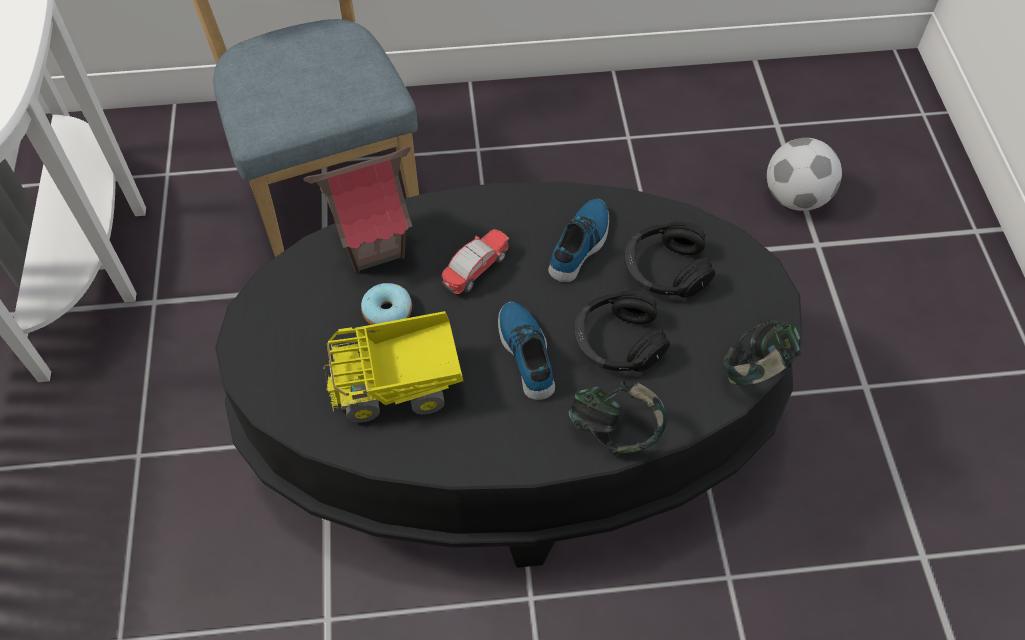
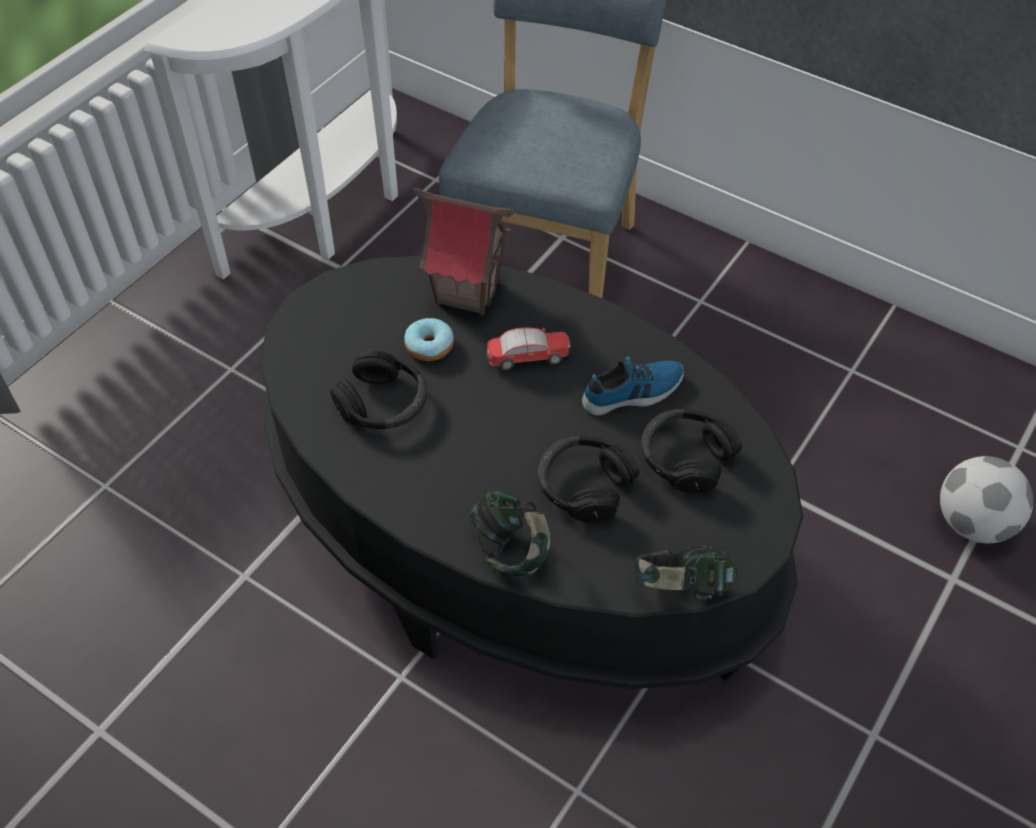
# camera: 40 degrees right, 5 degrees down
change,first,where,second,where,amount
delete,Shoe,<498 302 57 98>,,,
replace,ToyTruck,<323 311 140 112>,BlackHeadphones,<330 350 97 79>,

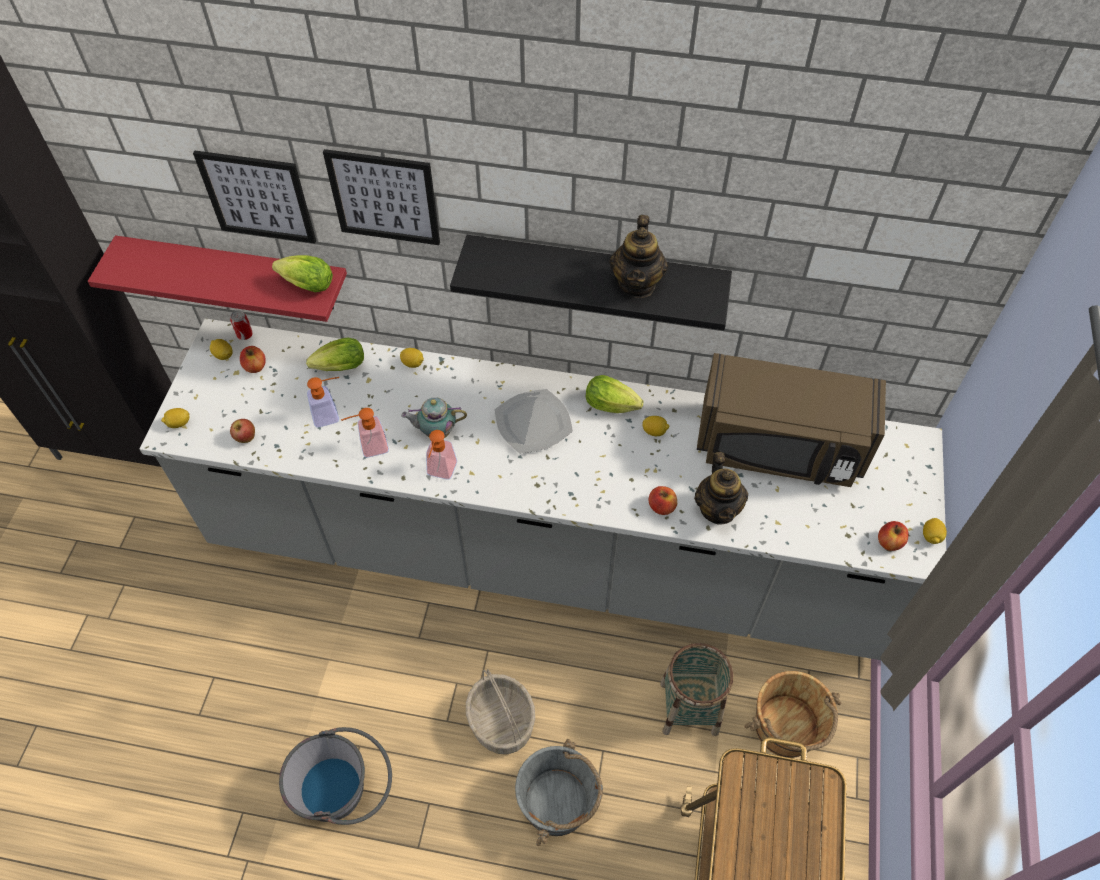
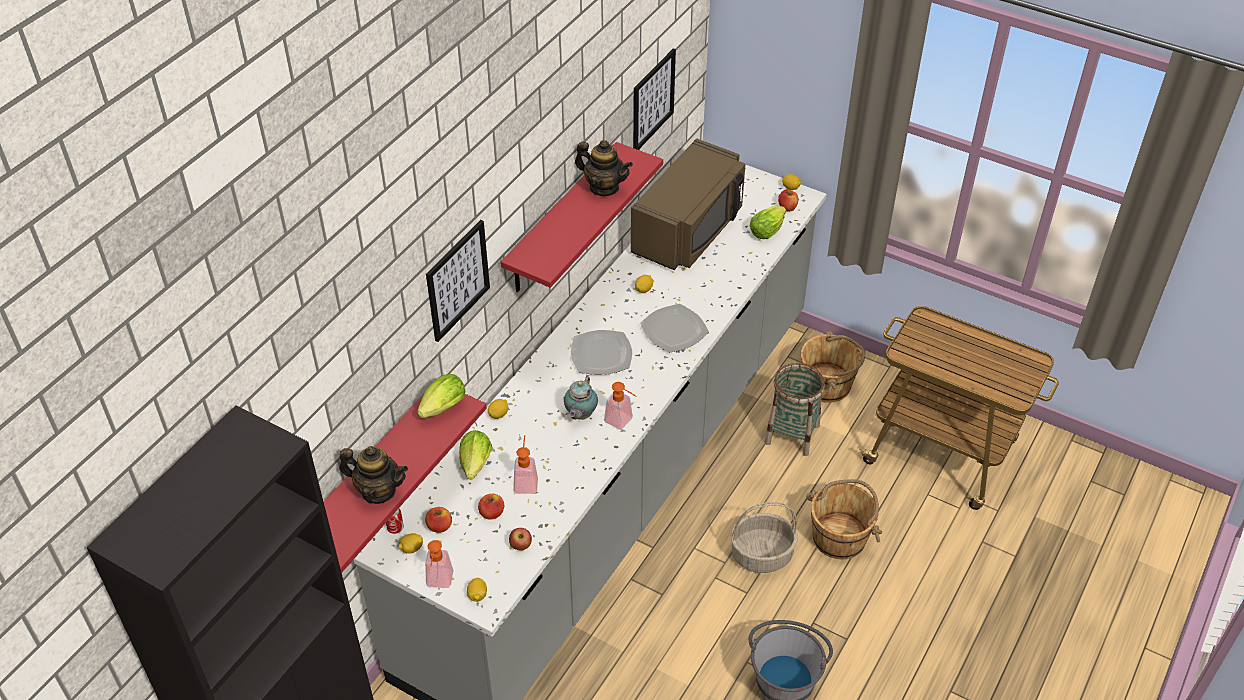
# camera: 70 degrees left, 10 degrees down
change,first,where,second,where,amount
insert,,,Plate,<640 304 69 49>,
move,Picture,<193 150 123 93>,,<633 48 43 102>,
move,SoapDispenser,<341 408 48 50>,,<425 540 28 48>,
move,Lettuce,<586 375 57 38>,,<750 206 36 33>,
move,Apple,<649 486 28 29>,,<478 494 26 26>,
move,Teapot,<694 452 54 73>,,<340 446 68 58>,
recolor,BlackShelf,<450 235 282 96>,RedShelf,<500 142 163 150>,
recolor,GreyBucket,<515 739 88 107>,BrownBucket,<806 479 76 80>,

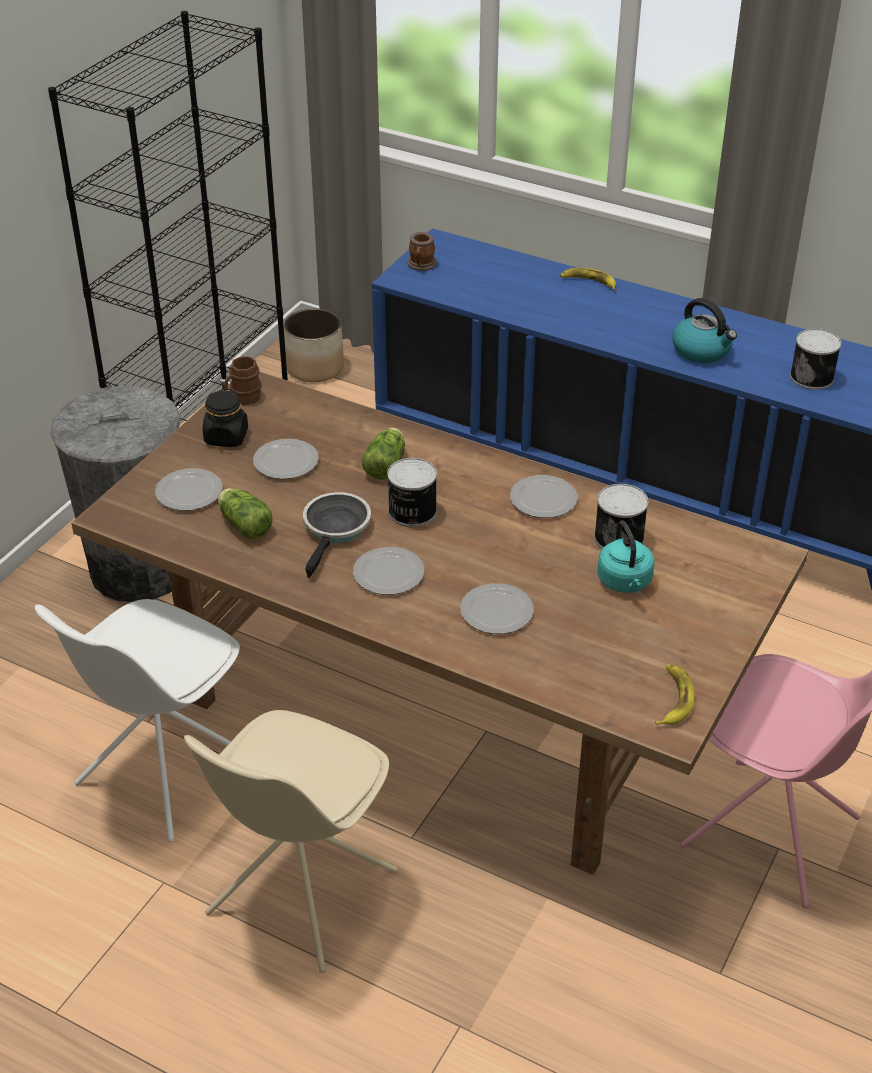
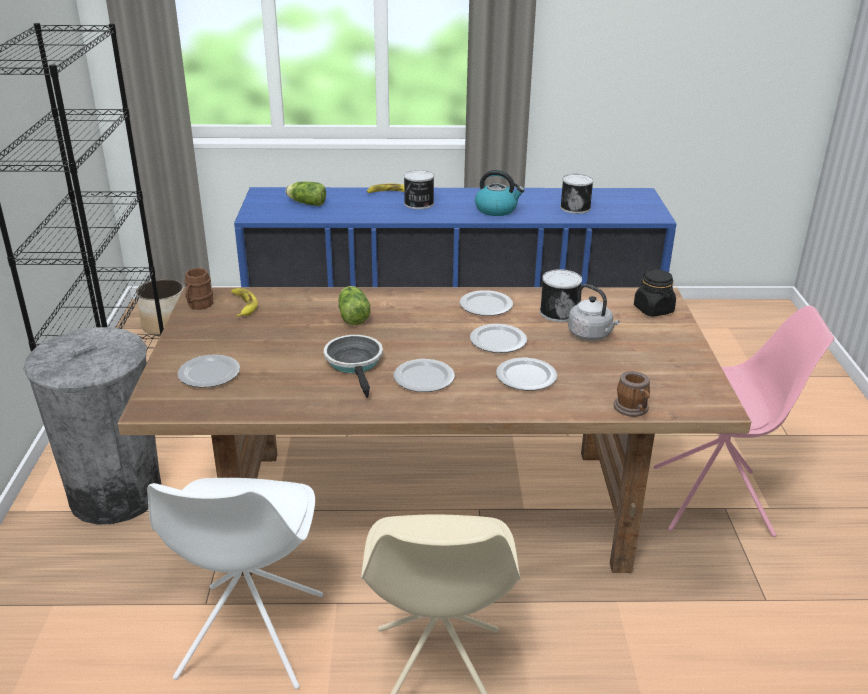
# camera: 30 degrees left, 10 degrees down
change,first,where,second,where,amount
move,BlackJar,<203 389 45 58>,,<634 269 42 48>,
move,Lettuce,<218 488 55 51>,,<286 181 40 25>,
move,Plate,<253 439 66 40>,,<470 324 57 29>,
move,Can,<387 458 50 69>,,<404 170 30 39>,
move,Mug,<407 232 30 39>,,<614 371 36 46>,
move,Banana,<655 664 40 61>,,<231 288 27 29>,
recolor,TurquoiseKettle,<597 521 58 72>,GreyKettle,<568 284 52 56>,

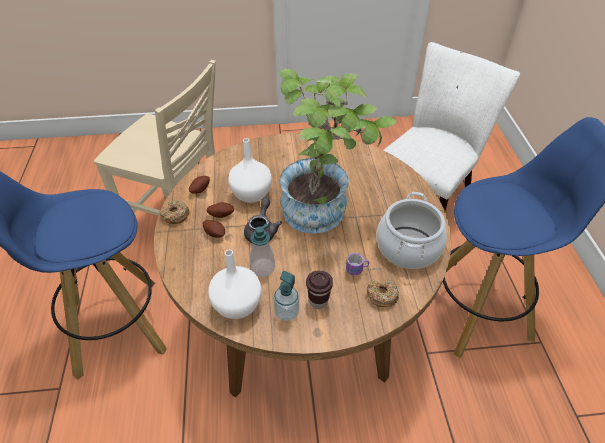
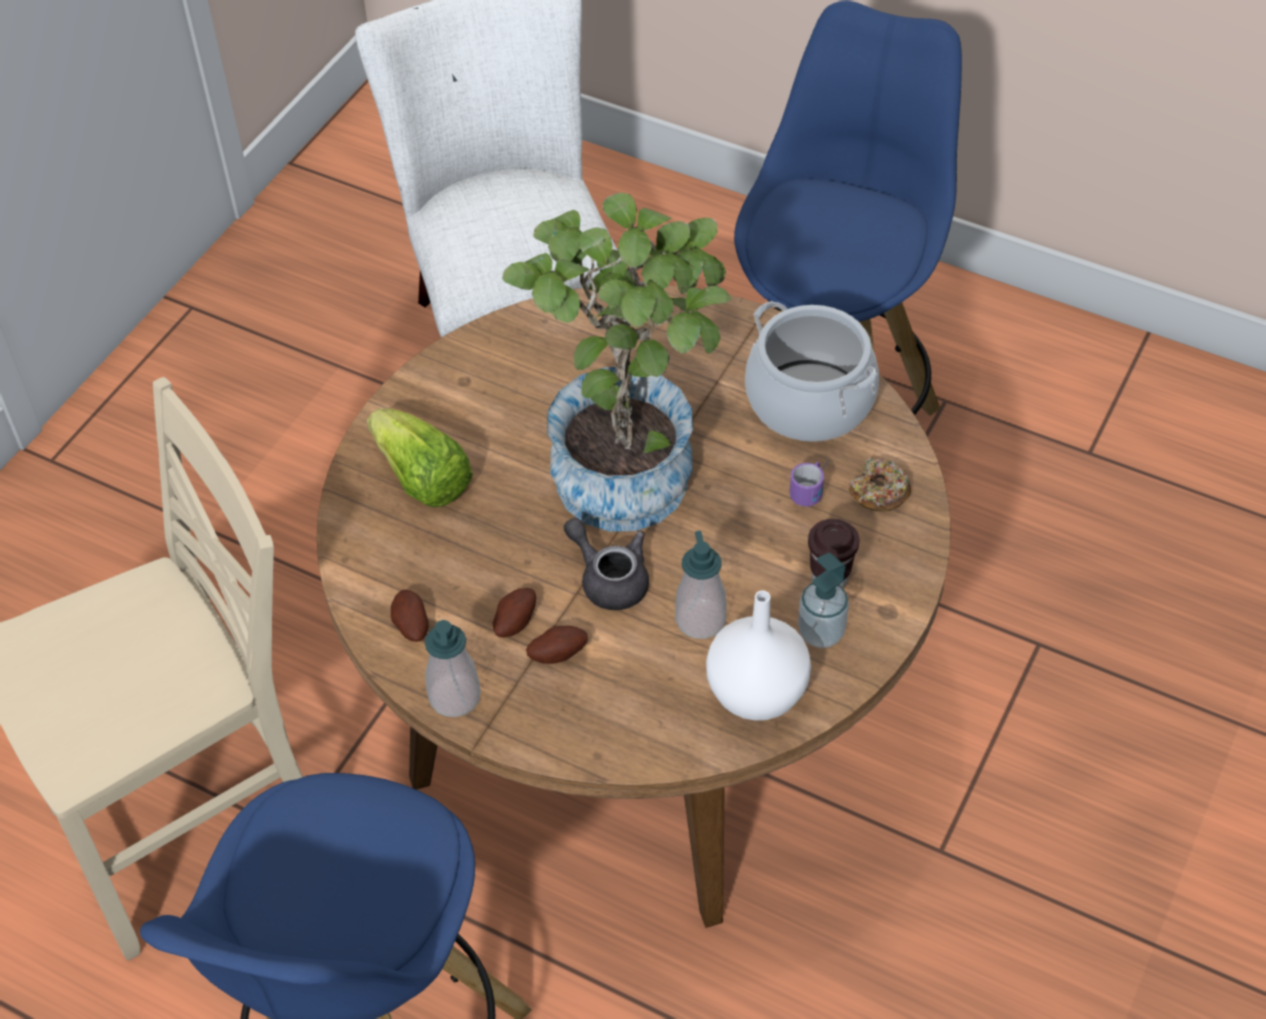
# camera: 55 degrees left, 5 degrees up
change,first,where,second,where,amount
delete,WhiteVase,<228 138 44 65>,,,
insert,,,Lettuce,<367 409 106 98>,
replace,Donut,<160 200 30 24>,SoapDispenser,<425 620 56 97>,

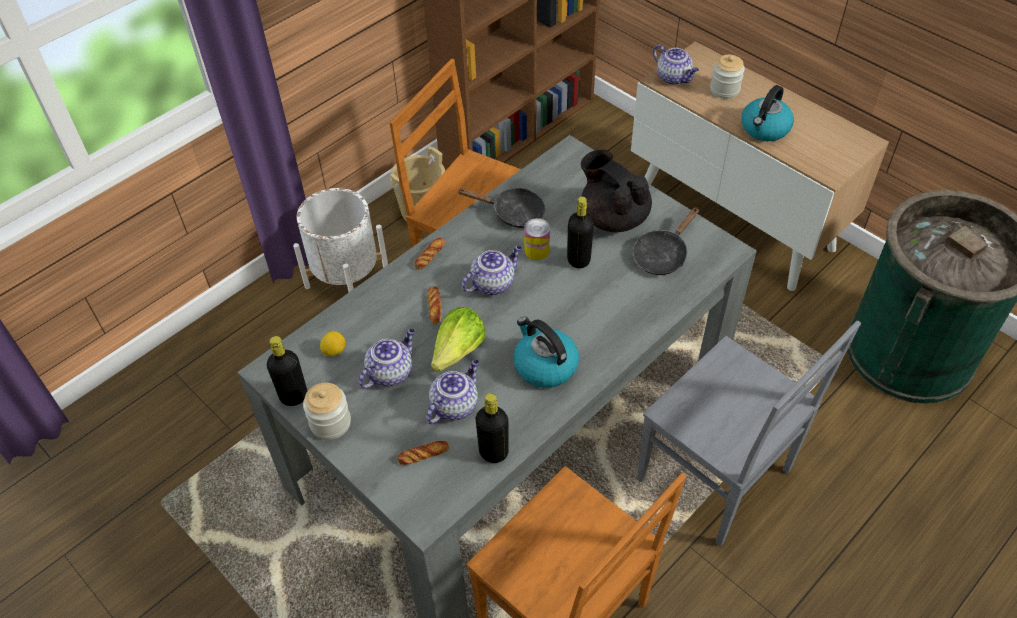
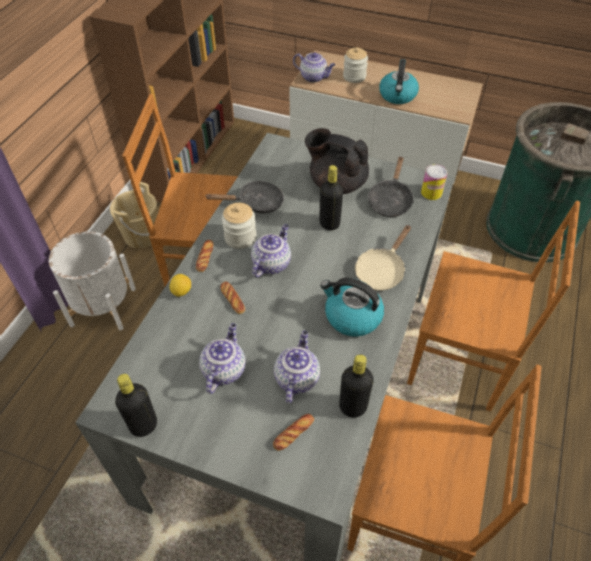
# camera: 25 degrees left, 0 degrees up
change,first,where,second,where,amount
delete,Lettuce,<431 307 55 65>,,,
insert,,,BeigeFryingPan,<355 225 56 66>,
move,Jar,<303 383 48 57>,,<222 203 34 46>,
move,Lemon,<320 331 26 25>,,<169 274 22 23>,
move,Can,<524 218 26 42>,,<421 164 26 36>,
recolor,GreyChair,<637 321 224 226>,BrownChair,<407 200 173 211>,

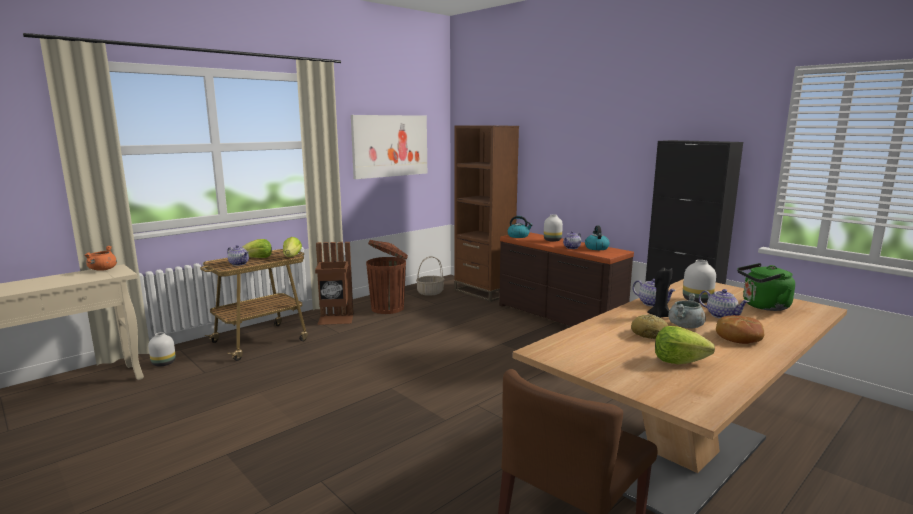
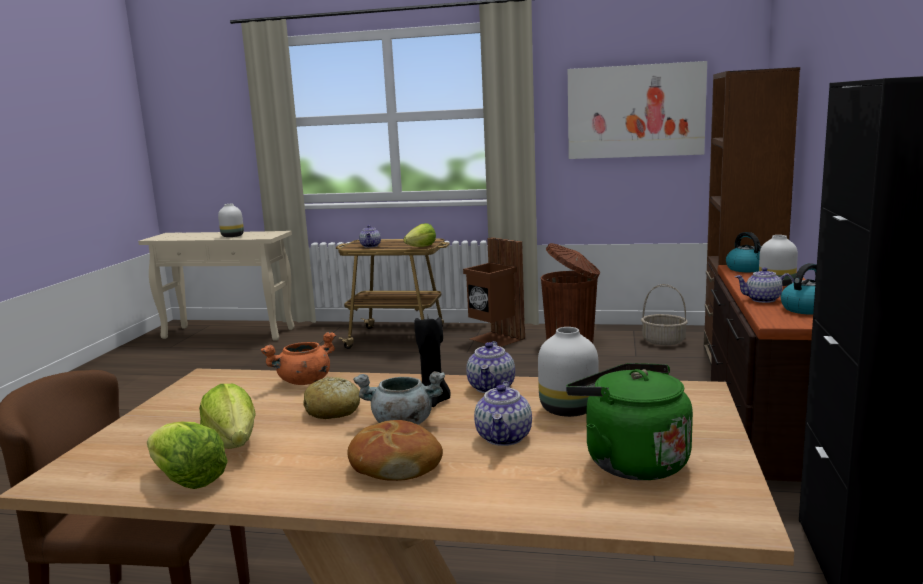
# camera: 55 degrees right, 0 degrees up
change,first,where,second,where,amount
move,OrangeCookingPot,<84 246 33 25>,,<261 332 75 53>,
move,WhiteVase,<148 332 28 35>,,<218 204 26 33>,
move,Lettuce,<242 239 30 19>,,<147 422 81 67>,

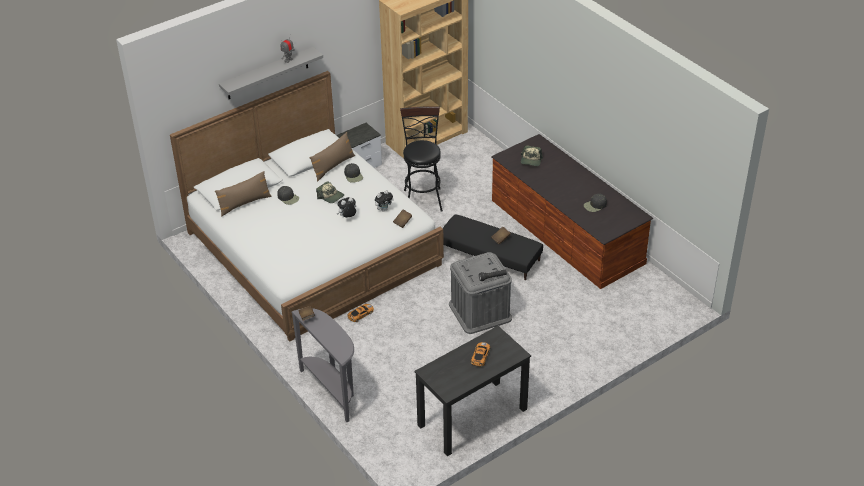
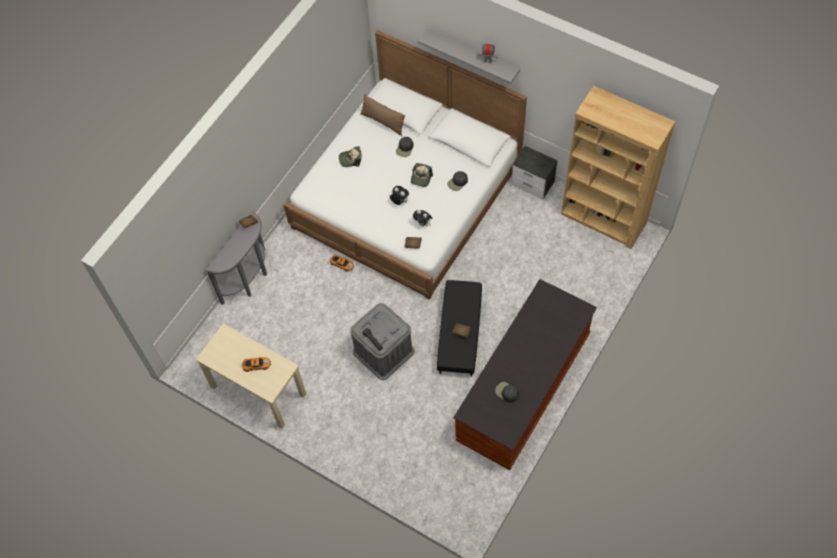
# camera: 70 degrees right, 20 degrees up
change,first,where,second,where,amount
delete,BrownPillow,<309 132 46 49>,,,
delete,BlackStool,<400 106 43 106>,,,
move,Cap,<521 146 22 20>,,<339 146 22 21>,
recolor,BlackDesk,<414 326 117 130>,BeigeDesk,<196 324 110 105>,

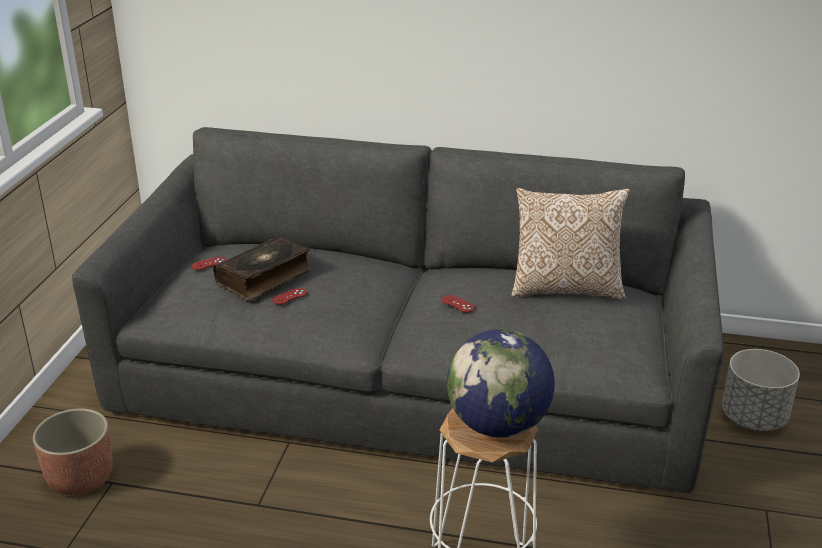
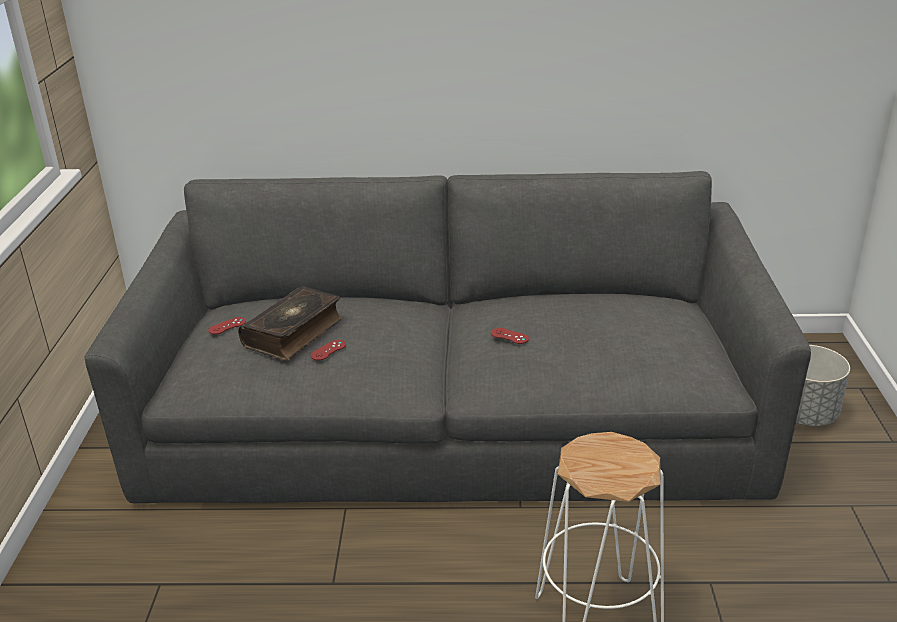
# camera: 10 degrees left, 0 degrees up
change,first,where,second,where,amount
delete,Planter,<33 408 80 88>,,,
delete,Globe,<447 329 108 109>,,,
delete,Pillow,<511 188 119 111>,,,

